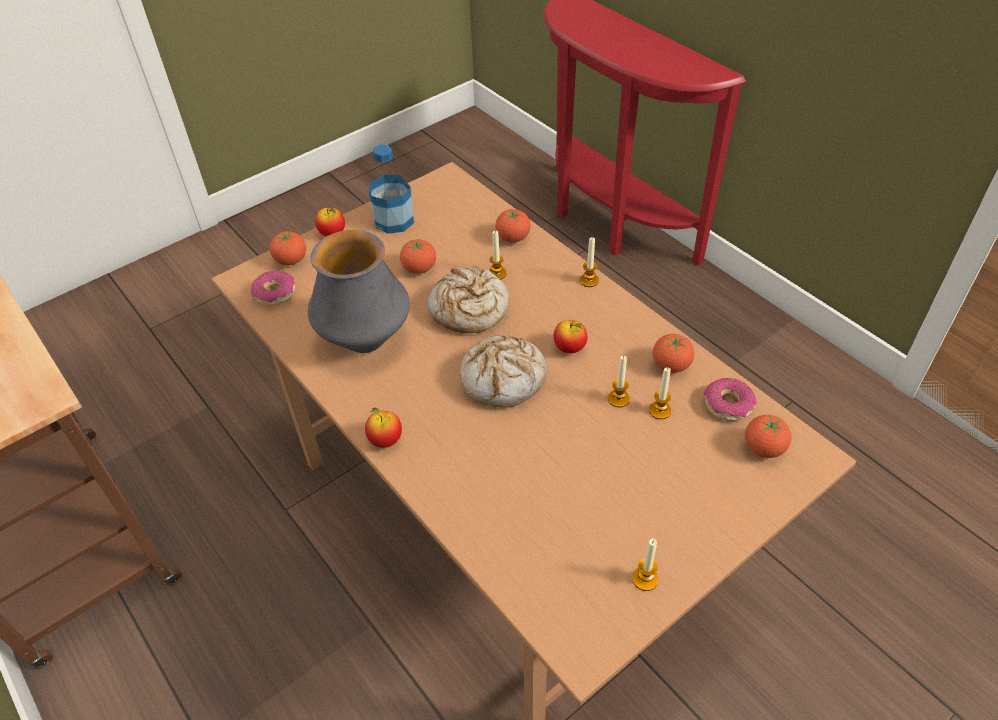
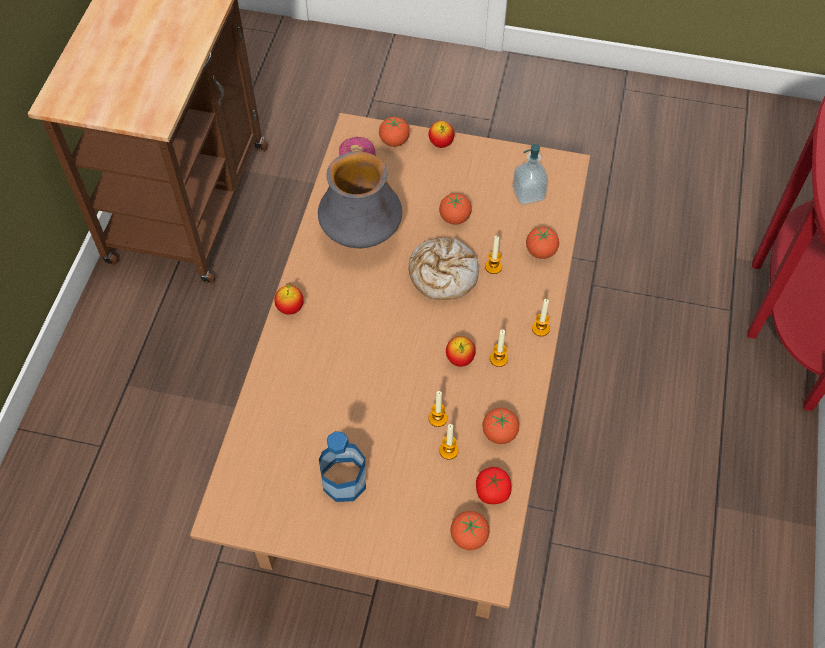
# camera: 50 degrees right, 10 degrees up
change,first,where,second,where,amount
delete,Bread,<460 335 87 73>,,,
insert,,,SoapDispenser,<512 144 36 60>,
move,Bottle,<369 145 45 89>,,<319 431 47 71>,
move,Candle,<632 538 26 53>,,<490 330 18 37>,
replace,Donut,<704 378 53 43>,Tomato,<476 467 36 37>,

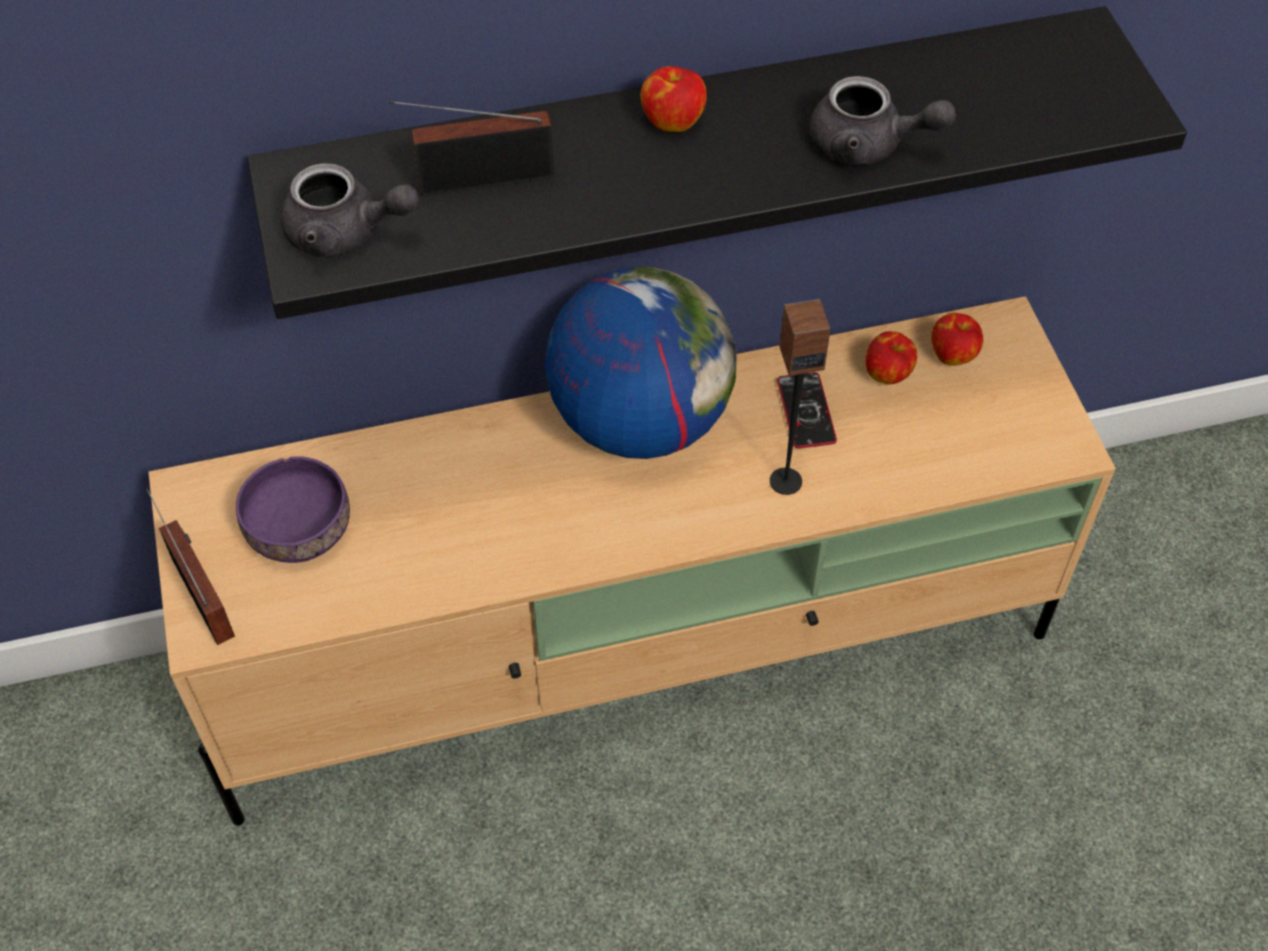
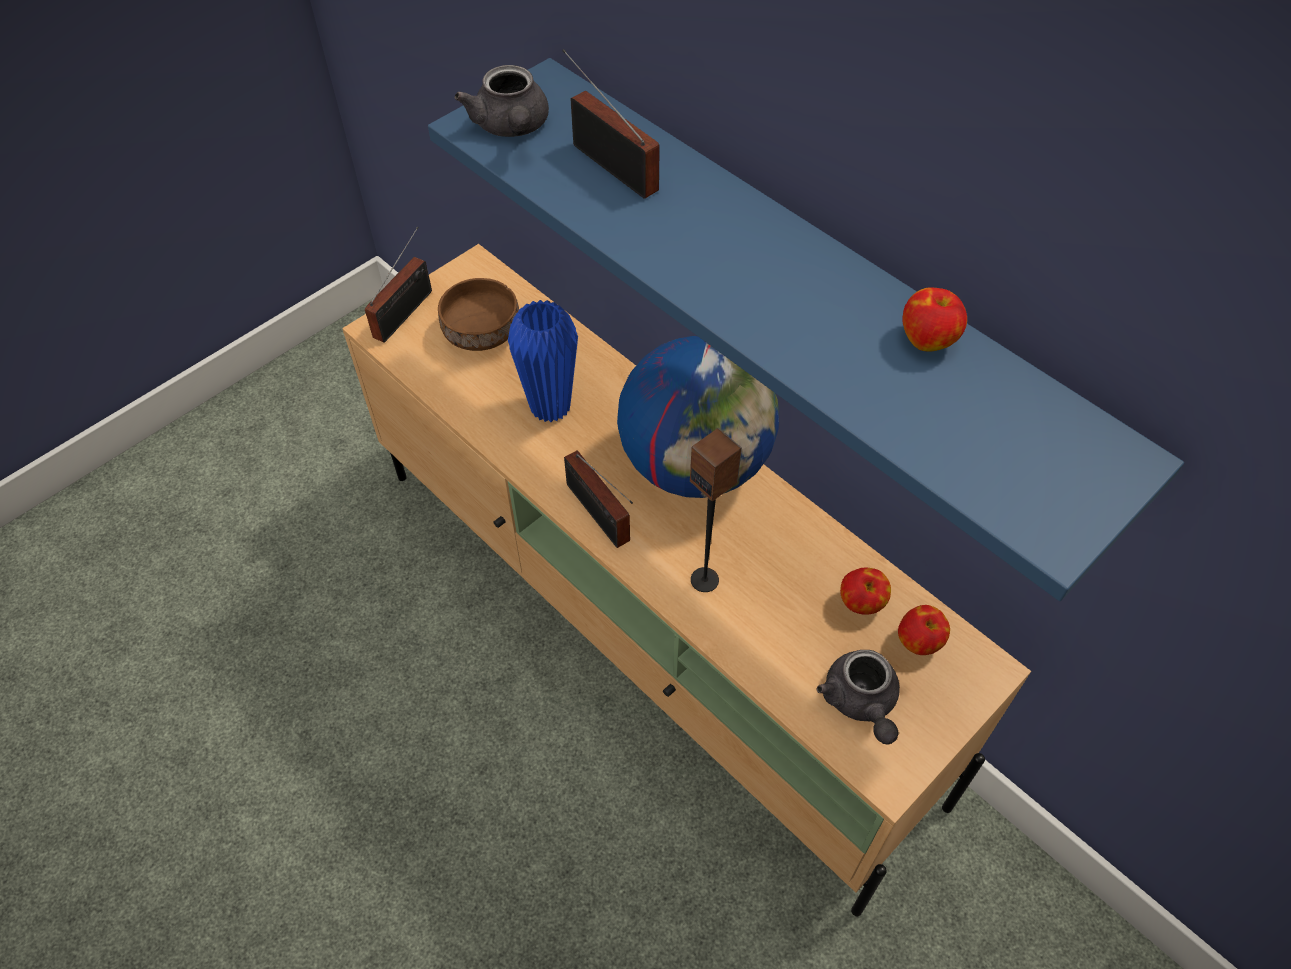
# camera: 60 degrees right, 0 degrees up
change,first,where,second,where,amount
delete,Phone,<777 372 60 76>,,,
insert,,,BlueVase,<508 300 70 122>,
insert,,,Radio,<564 450 69 98>,
move,Apple,<641 66 66 66>,,<903 287 64 65>,
move,GreyTeapot,<809 76 147 89>,,<817 650 83 94>,
recolor,PurpleBowl,<236 456 114 107>,BrownBowl,<438 278 81 73>,
recolor,BlackShelf,<247 6 940 313>,BlueShelf,<428 58 756 543>,

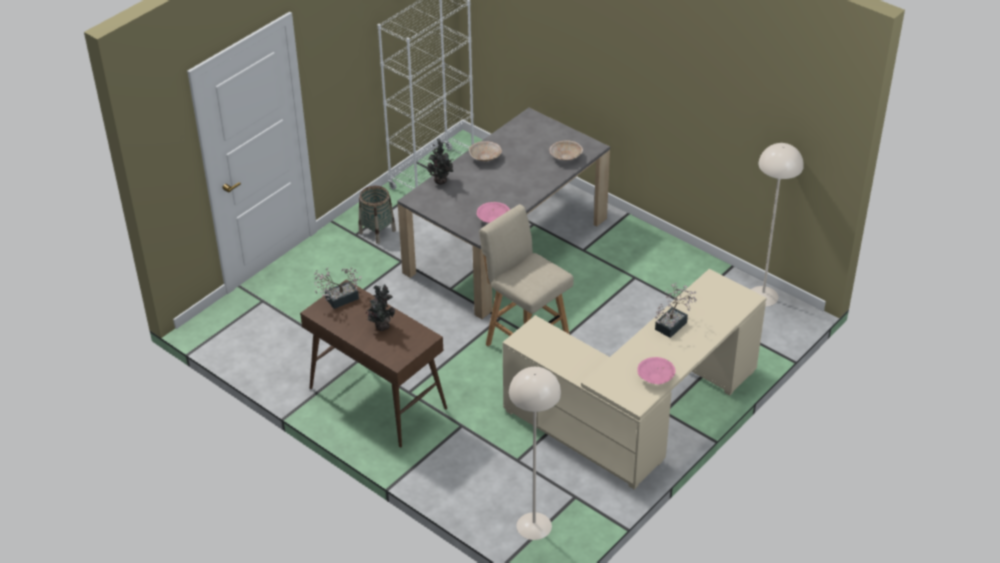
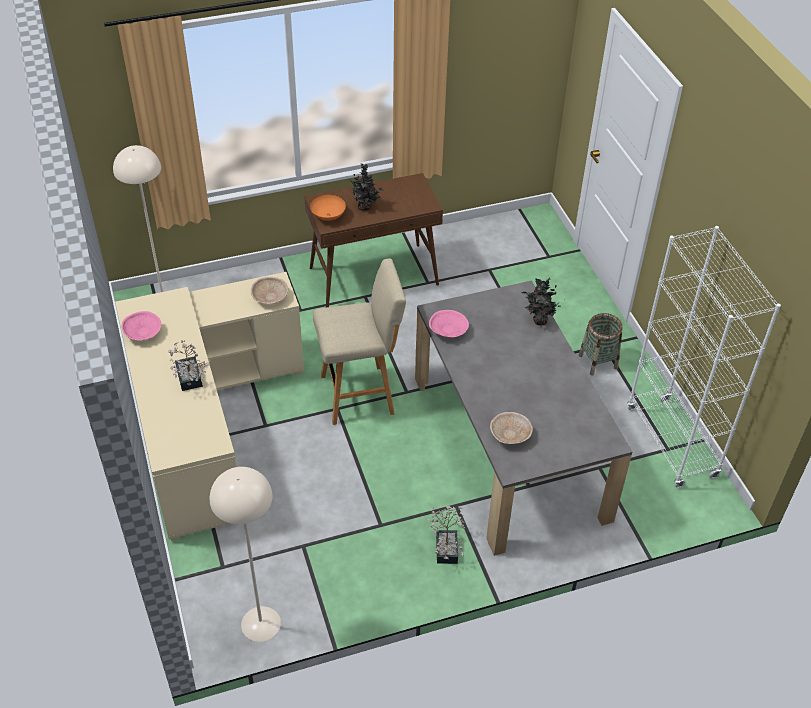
# camera: 120 degrees right, 5 degrees up
change,first,where,second,where,amount
insert,,,OrangeBowl,<310 195 36 26>,
move,PottedPlant,<314 267 48 42>,,<428 506 37 58>,
move,BeigeBowl,<469 141 33 20>,,<251 277 37 27>,

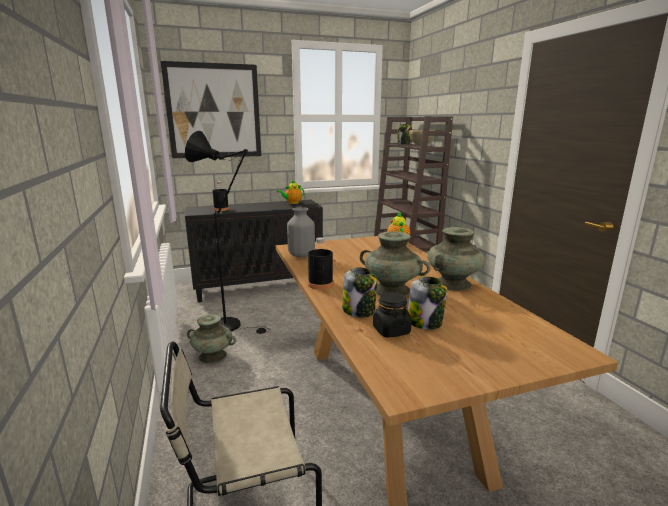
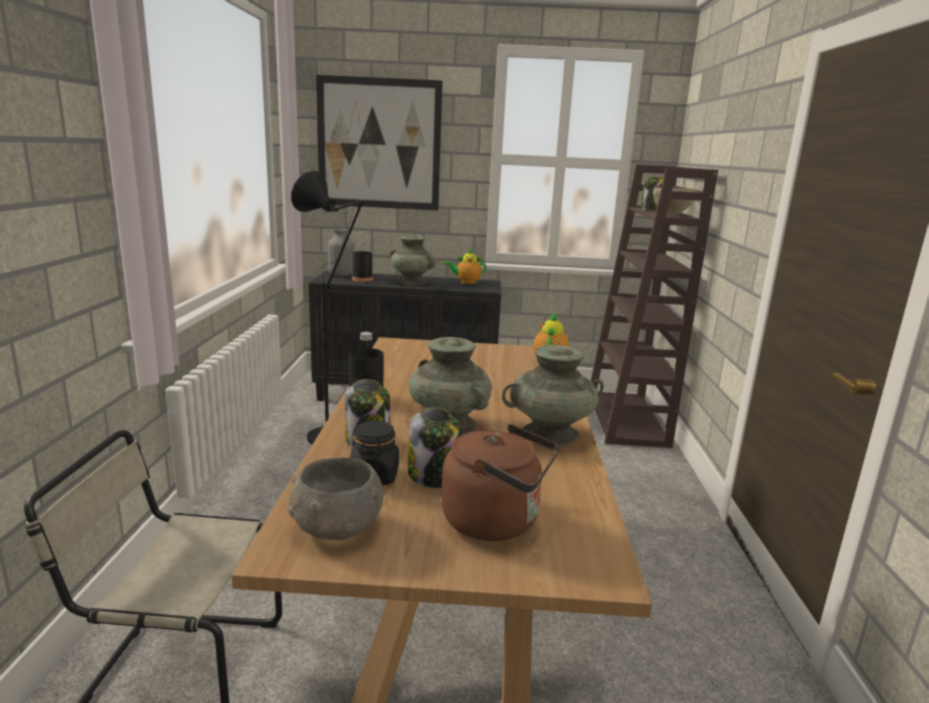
# camera: 20 degrees right, 0 degrees up
change,first,where,second,where,amount
insert,,,GreyBowl,<288 457 95 83>,
insert,,,BrownKettle,<441 424 118 117>,
move,TurquoiseVase,<187 314 49 50>,,<390 235 46 50>,
move,GreyVase,<287 207 28 50>,,<328 229 26 47>,

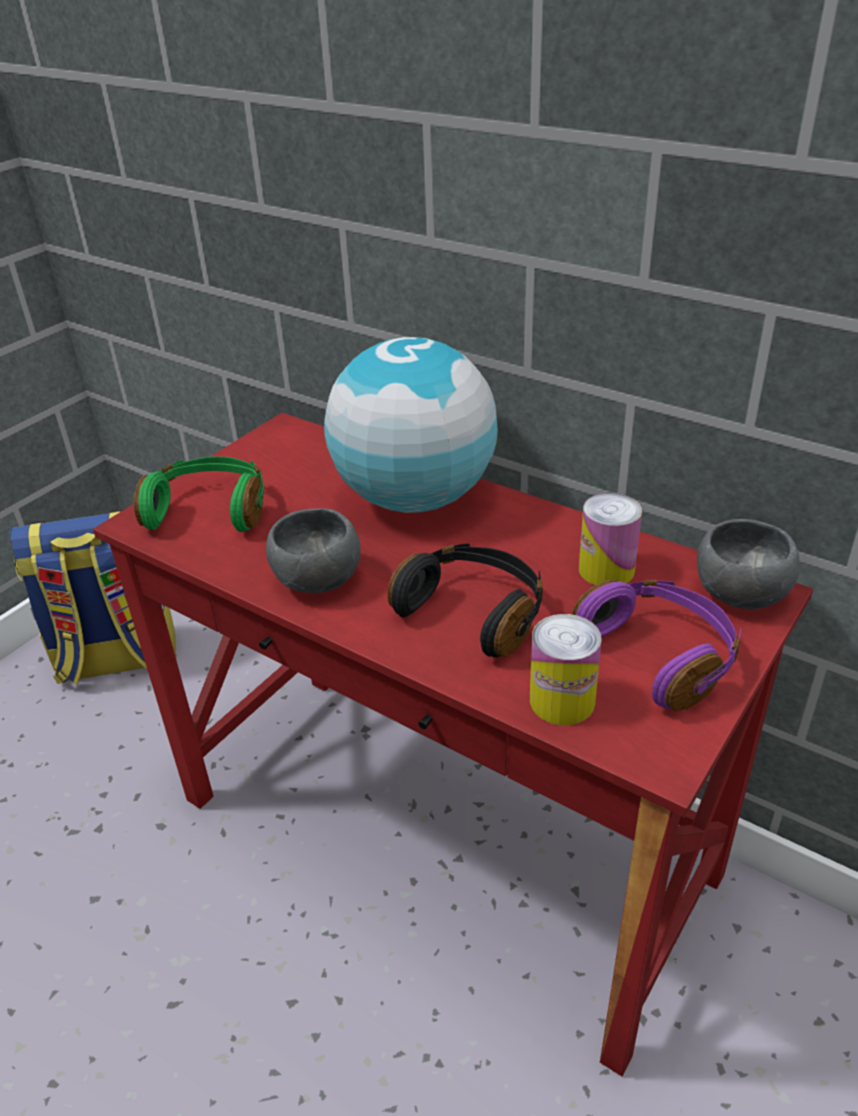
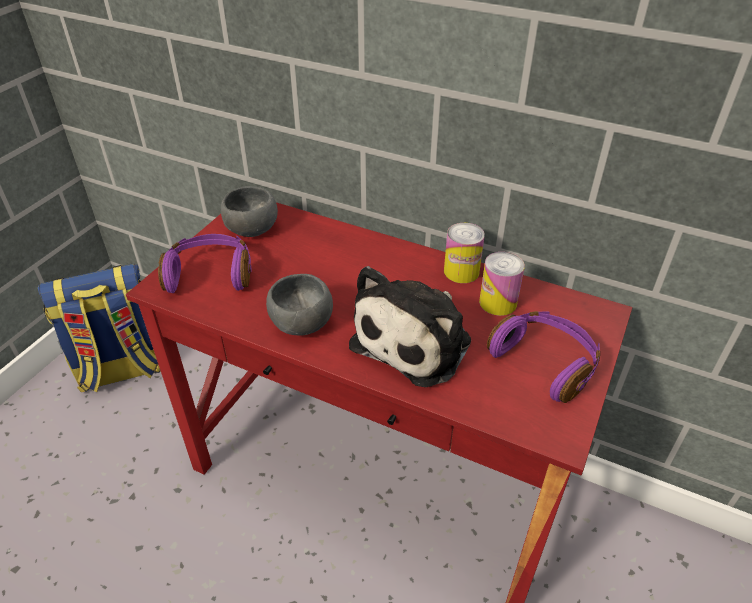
# camera: 10 degrees left, 5 degrees up
change,first,where,second,where,amount
delete,Globe,<324 337 174 176>,,,
move,Can,<530 614 72 111>,,<444 223 41 60>,
move,GreyBowl,<697 519 103 91>,,<221 186 57 51>,
replace,BlackHeadphones,<387 543 156 114>,PlushToy,<349 266 122 121>,
recolor,GreenHeadphones,<133 456 131 76>,PurpleHeadphones,<158 234 93 59>,

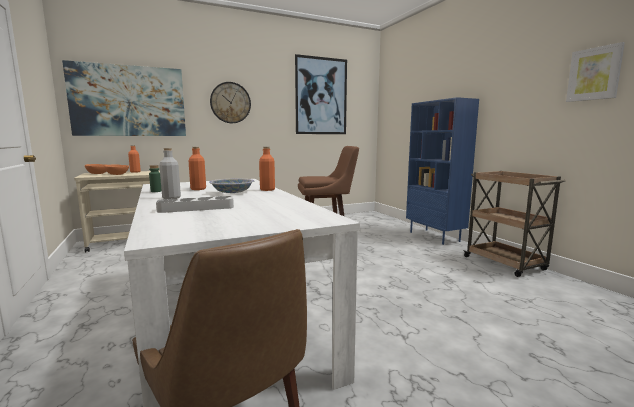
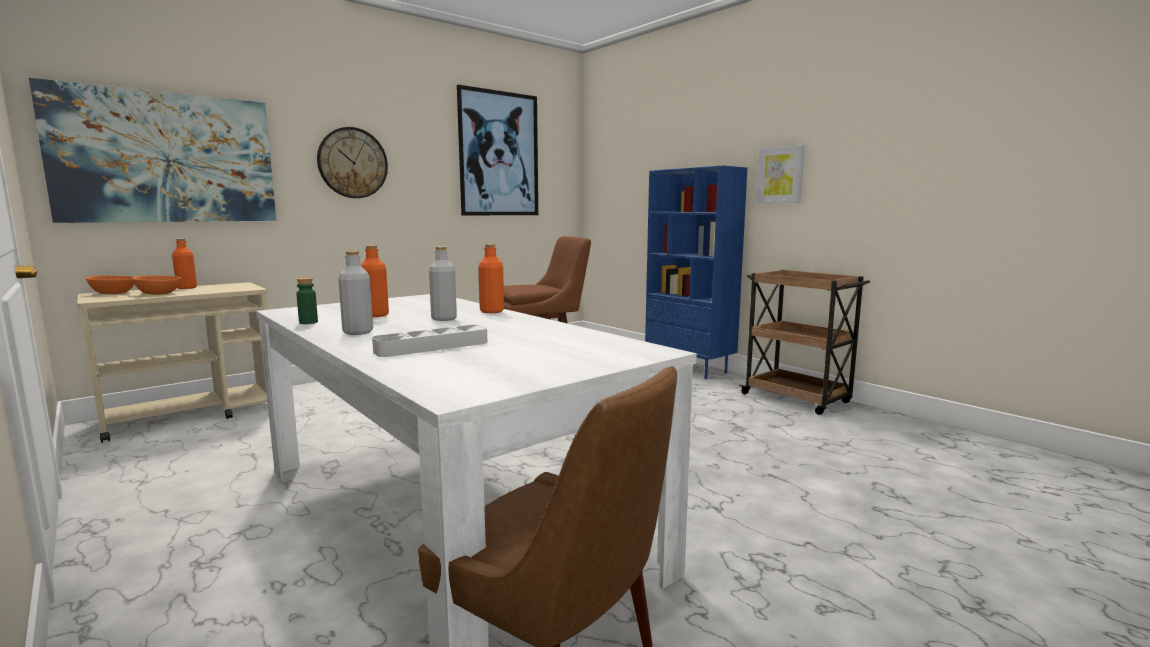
# camera: 15 degrees left, 0 degrees up
change,first,where,second,where,amount
move,Picture,<566 42 59 60>,,<756 144 49 59>,
replace,Bowl,<209 178 45 15>,GreyBottle,<429 247 28 74>,

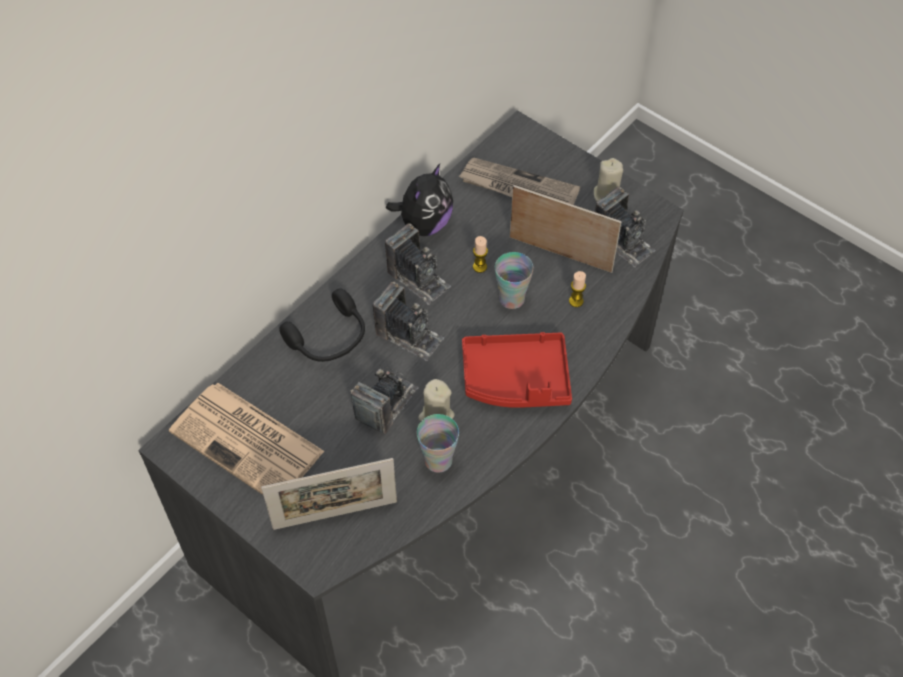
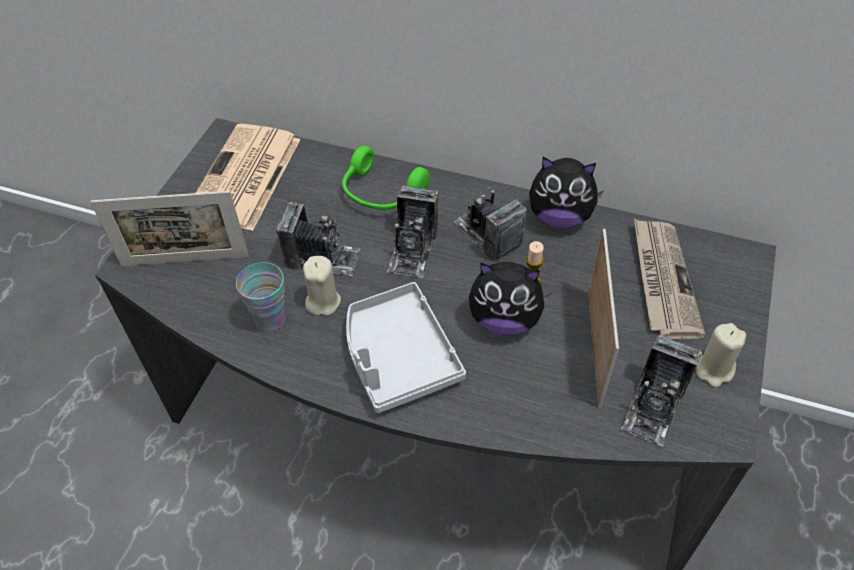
# camera: 70 degrees right, 5 degrees down
change,first,where,second,where,amount
delete,Candle,<569 271 17 36>,,,
replace,Cup,<495 252 39 57>,PlushToy,<469 262 83 74>,
recolor,BlackHeadphones,<279 288 86 74>,GreenHeadphones,<342 146 88 64>,
recolor,RedTray,<462 332 110 76>,GreyTray,<346 282 120 131>,
rotate,PictureFrame,<261 458 136 72>,,<90 191 159 75>,60 degrees counterclockwise
rotate,PhotoCamera,<385 223 66 82>,,<454 187 73 74>,120 degrees clockwise

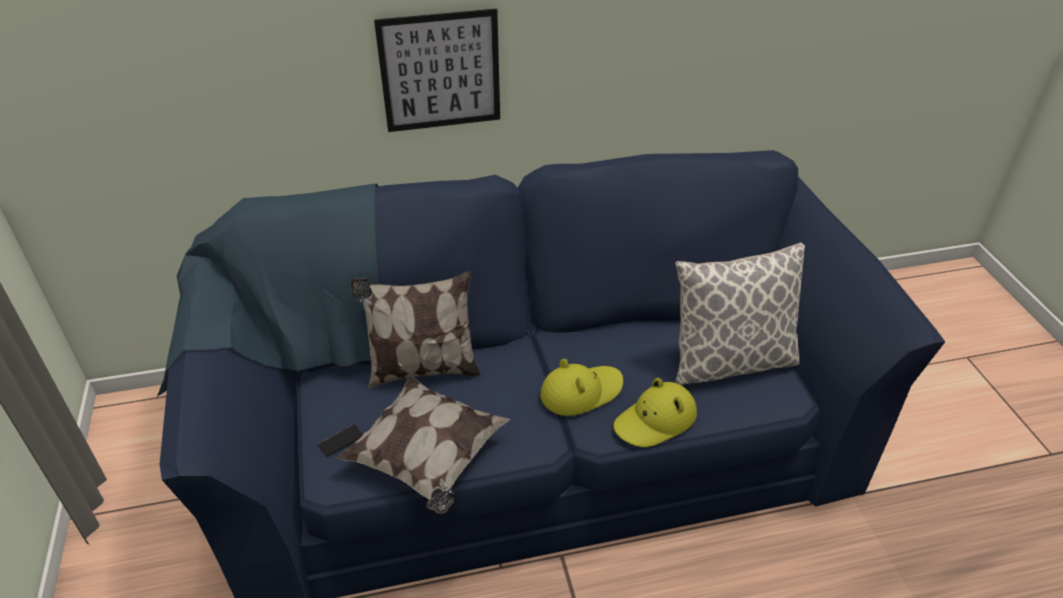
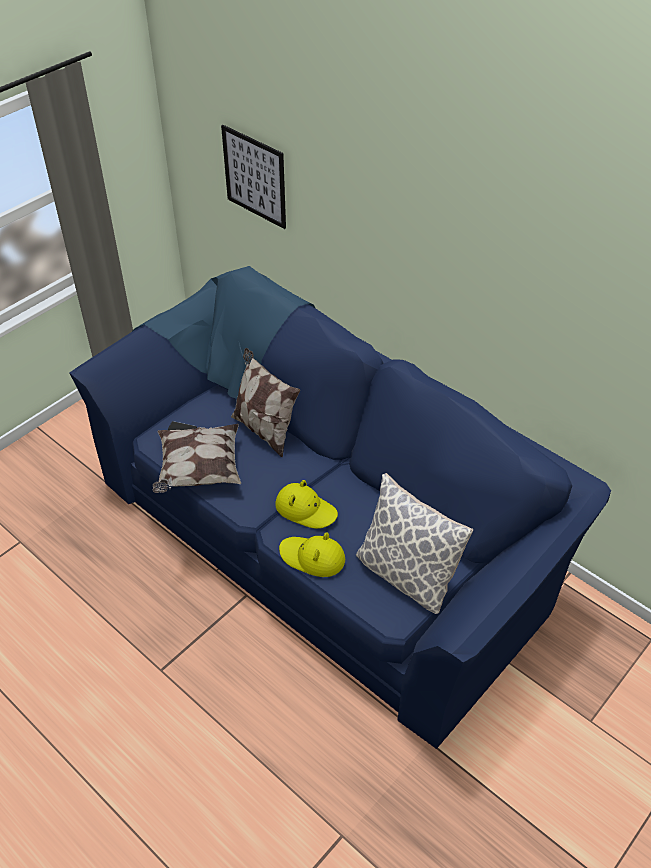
# camera: 55 degrees right, 5 degrees up
change,first,where,second,where,amount
move,Picture,<374 8 126 124>,,<221 125 65 104>,

